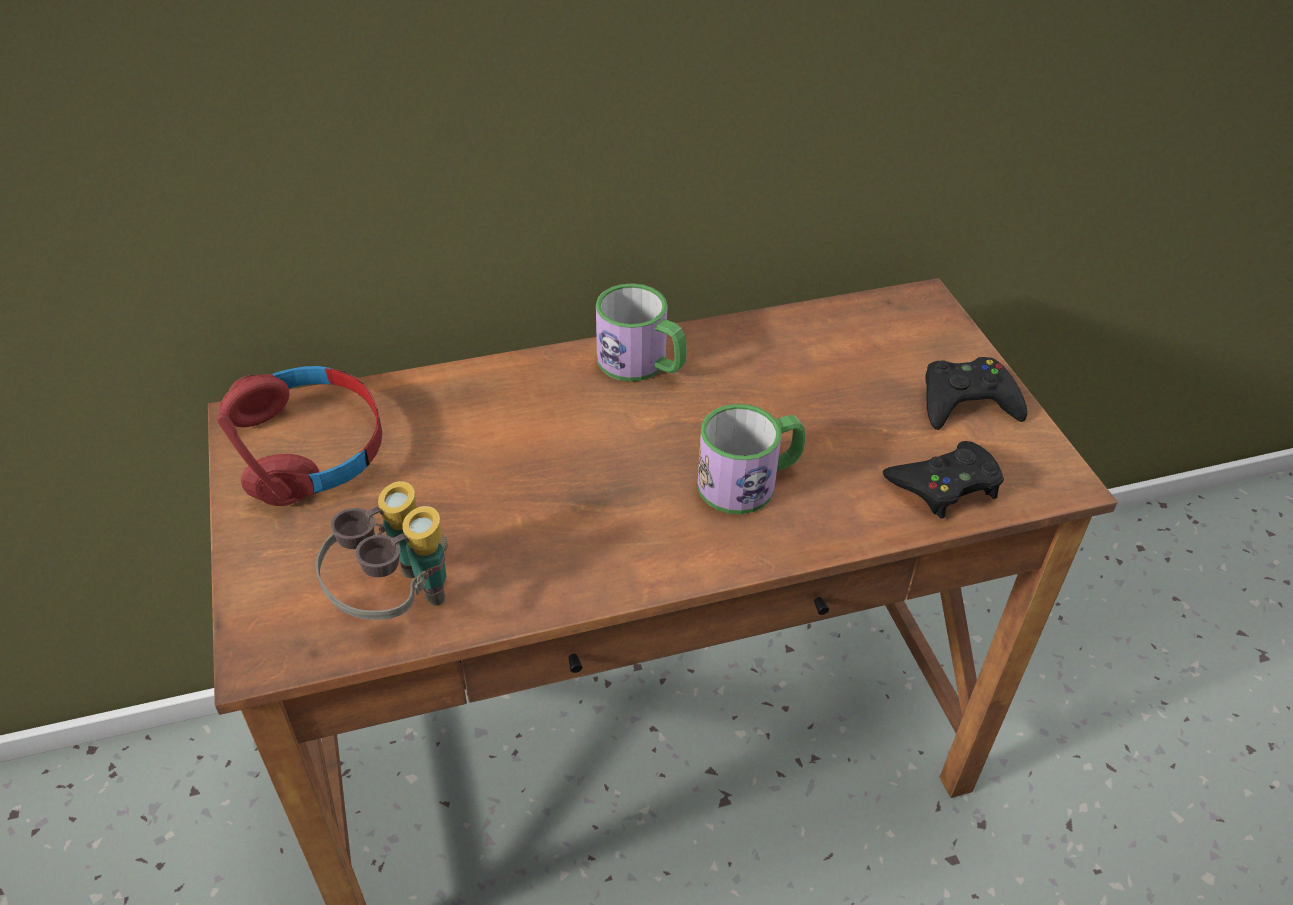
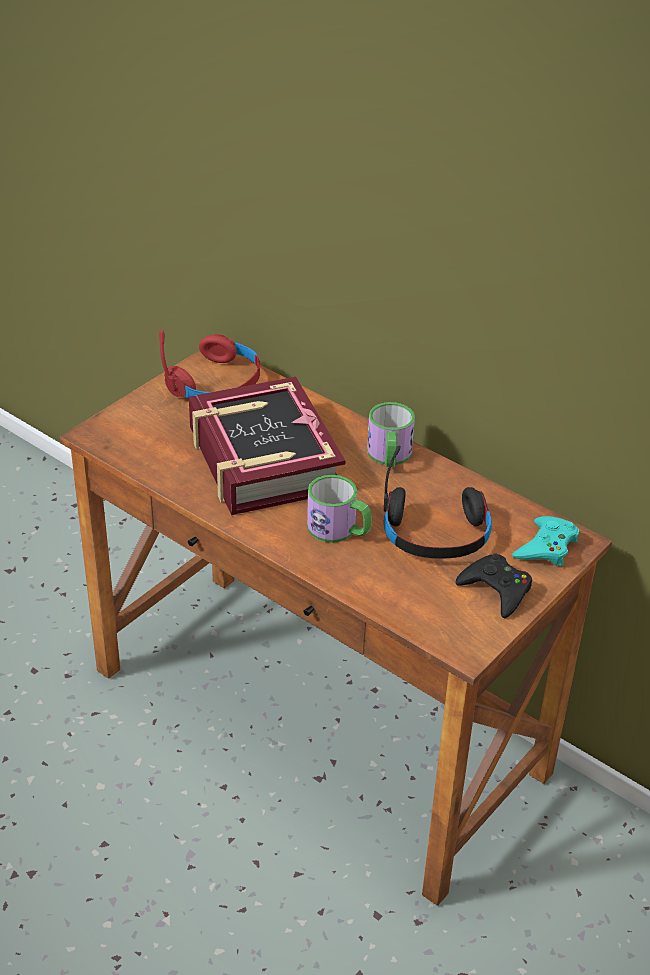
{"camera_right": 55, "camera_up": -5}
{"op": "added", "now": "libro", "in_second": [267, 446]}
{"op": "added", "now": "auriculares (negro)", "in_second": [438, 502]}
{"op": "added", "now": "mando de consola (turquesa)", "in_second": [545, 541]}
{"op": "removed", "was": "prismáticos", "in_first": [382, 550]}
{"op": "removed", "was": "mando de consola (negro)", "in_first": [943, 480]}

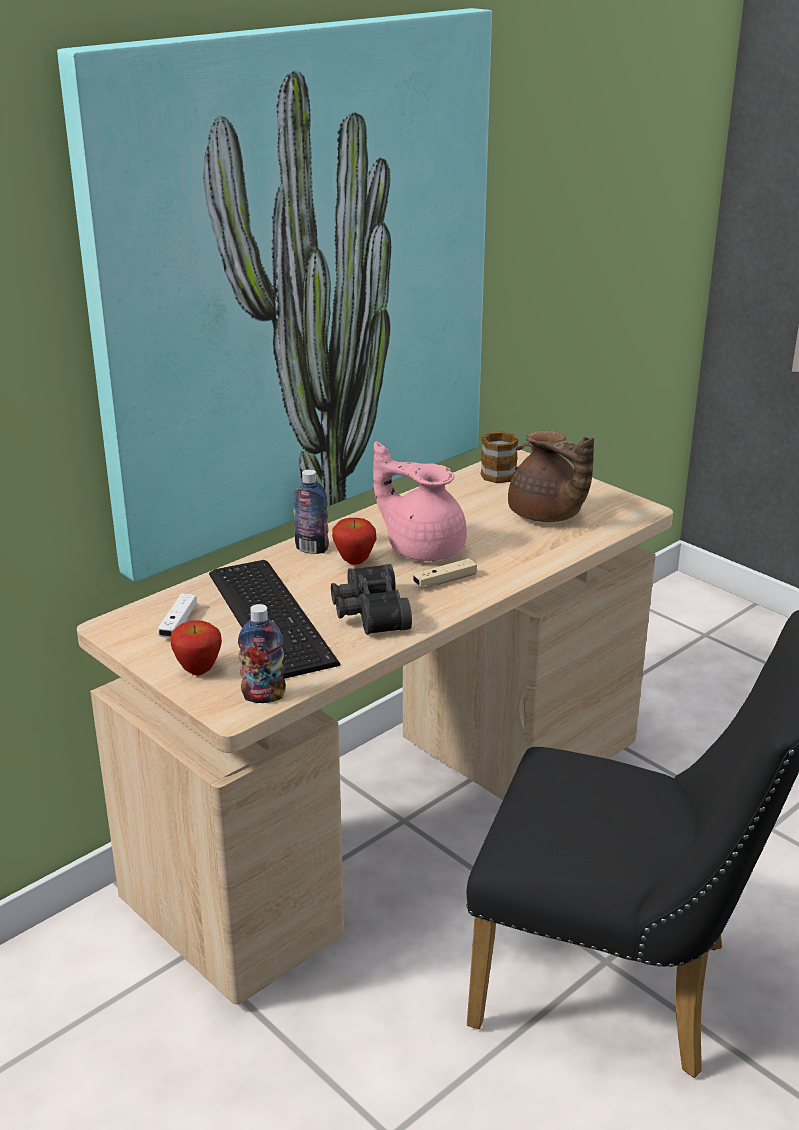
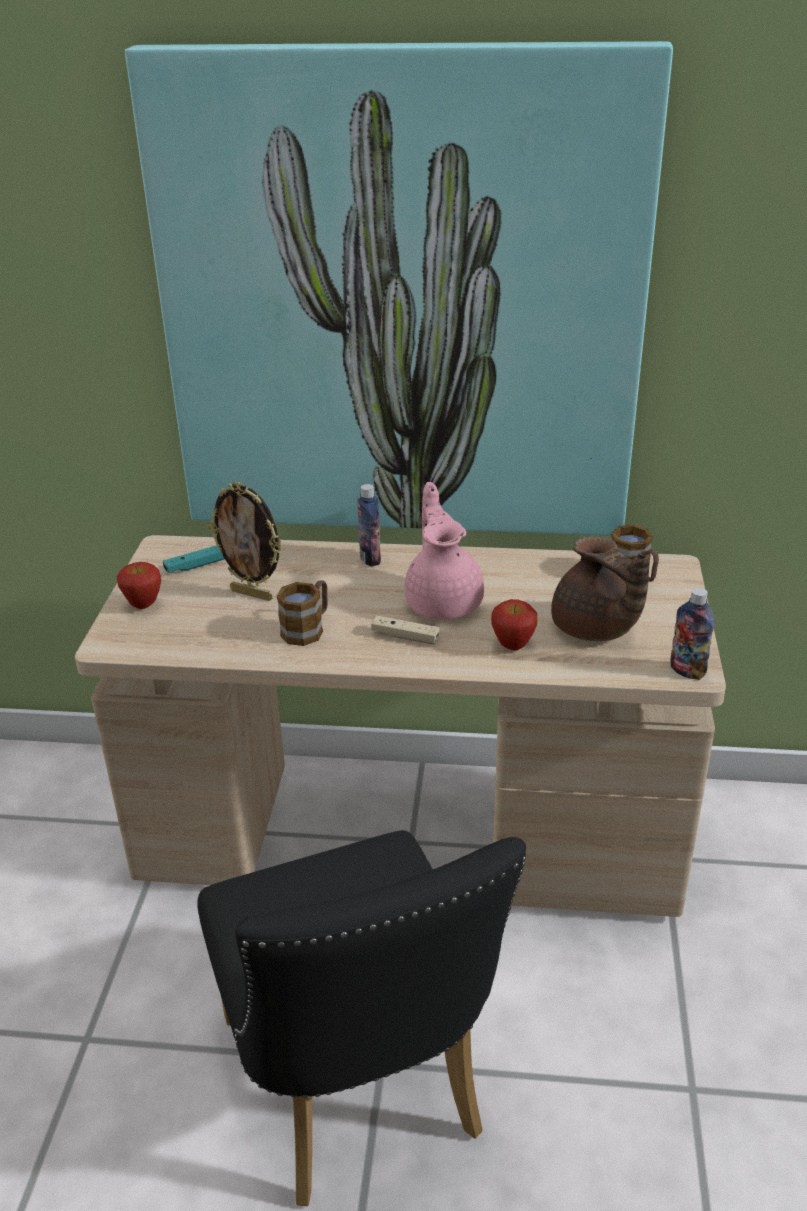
{"camera_right": 50, "camera_up": 5}
{"op": "recoloured", "was": "mando de consola (blanco)", "now": "mando de consola (turquesa)", "in_first": [177, 615], "in_second": [194, 559]}
{"op": "replaced", "was": "teclado", "now": "portarretratos", "in_first": [274, 619], "in_second": [244, 541]}
{"op": "replaced", "was": "prismáticos (negro)", "now": "taza grande", "in_first": [371, 599], "in_second": [302, 613]}
{"op": "moved", "was": "manzana", "in_first": [354, 541], "in_second": [514, 625]}
{"op": "turned", "was": "tetera (marrón)", "in_first": [551, 476], "in_second": [600, 588], "clockwise": -45}
{"op": "moved", "was": "botella", "in_first": [262, 653], "in_second": [692, 633]}

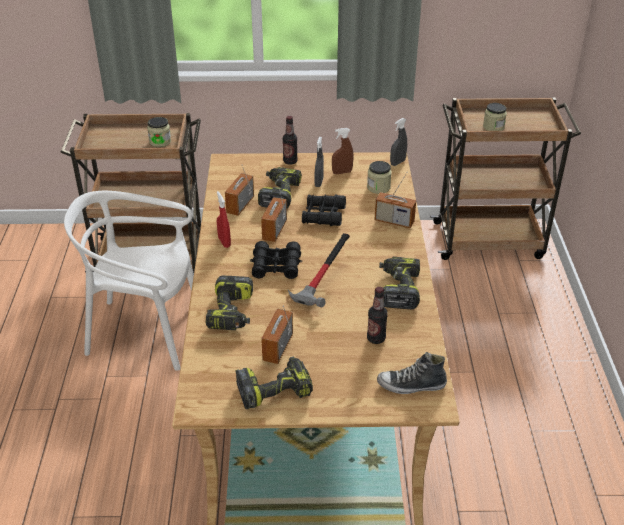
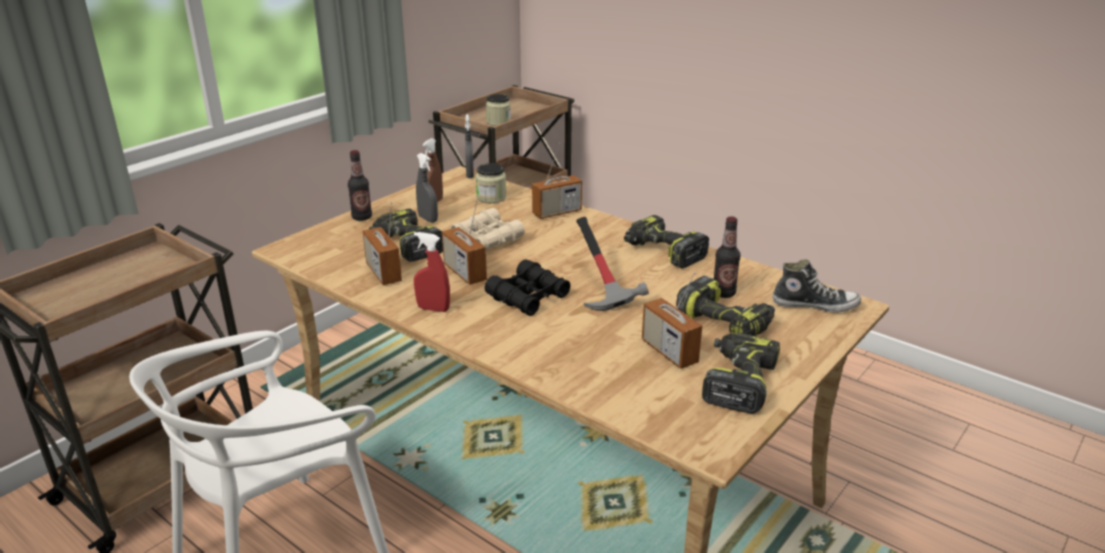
{"camera_right": -50, "camera_up": -10}
{"op": "recoloured", "was": "prismáticos (negro)", "now": "prismáticos (beis)", "in_first": [324, 210], "in_second": [487, 229]}
{"op": "moved", "was": "taladro", "in_first": [229, 303], "in_second": [725, 306]}
{"op": "turned", "was": "zapato", "in_first": [412, 373], "in_second": [817, 286], "clockwise": -120}
{"op": "removed", "was": "tarro", "in_first": [159, 132]}

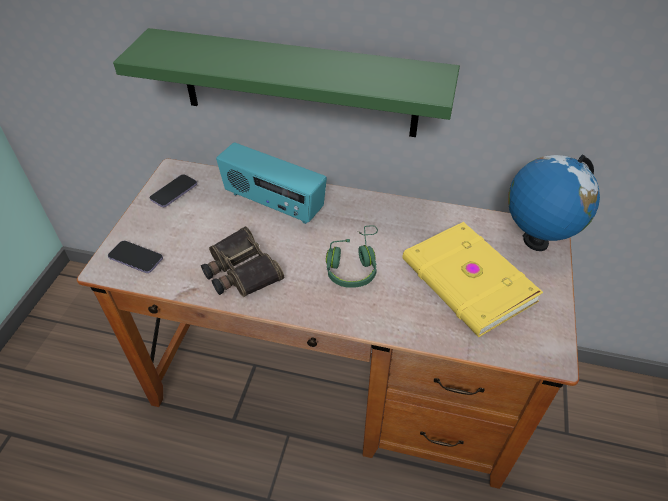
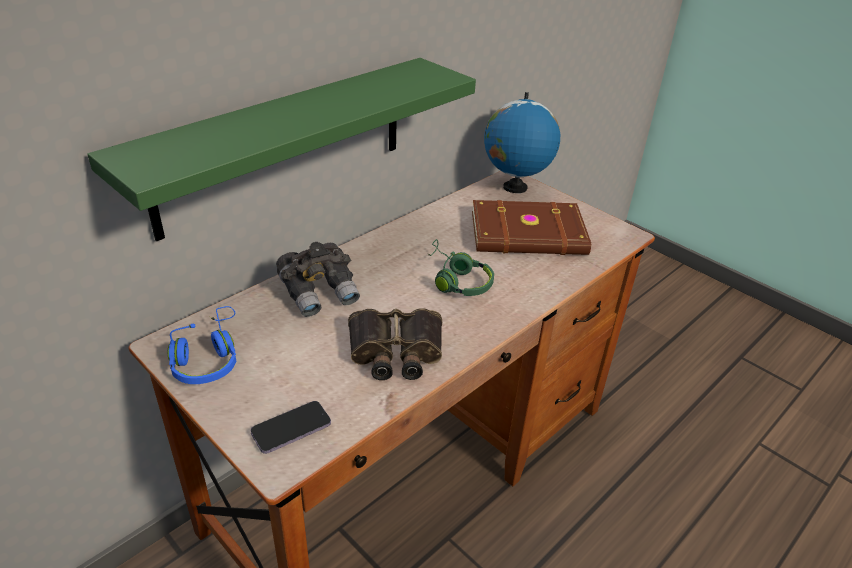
{"camera_right": -60, "camera_up": -10}
{"op": "replaced", "was": "móvil", "now": "auriculares (azul)", "in_first": [173, 190], "in_second": [202, 345]}
{"op": "replaced", "was": "radio", "now": "prismáticos (gris)", "in_first": [271, 183], "in_second": [318, 279]}
{"op": "recoloured", "was": "libro (amarillo)", "now": "libro (marrón)", "in_first": [473, 279], "in_second": [531, 227]}

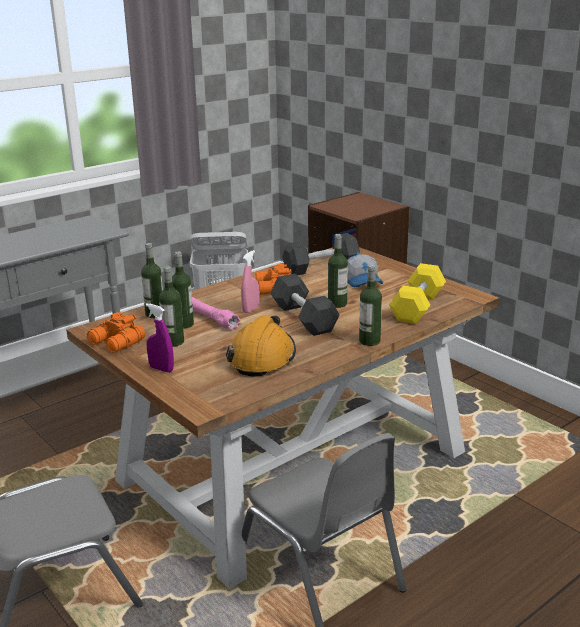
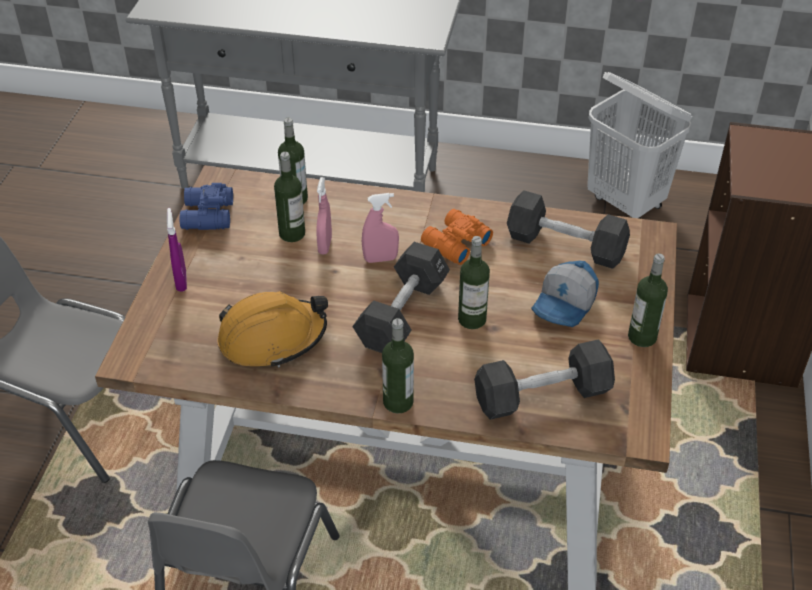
{"camera_right": 50, "camera_up": 20}
{"op": "recoloured", "was": "prismáticos (naranja)", "now": "prismáticos (azul)", "in_first": [116, 332], "in_second": [206, 206]}
{"op": "replaced", "was": "linterna (rosa)", "now": "pulverizador (rosa)", "in_first": [216, 313], "in_second": [324, 216]}
{"op": "recoloured", "was": "mancuerna (amarillo)", "now": "mancuerna (negro)", "in_first": [417, 293], "in_second": [544, 379]}
{"op": "moved", "was": "botella", "in_first": [171, 306], "in_second": [648, 300]}

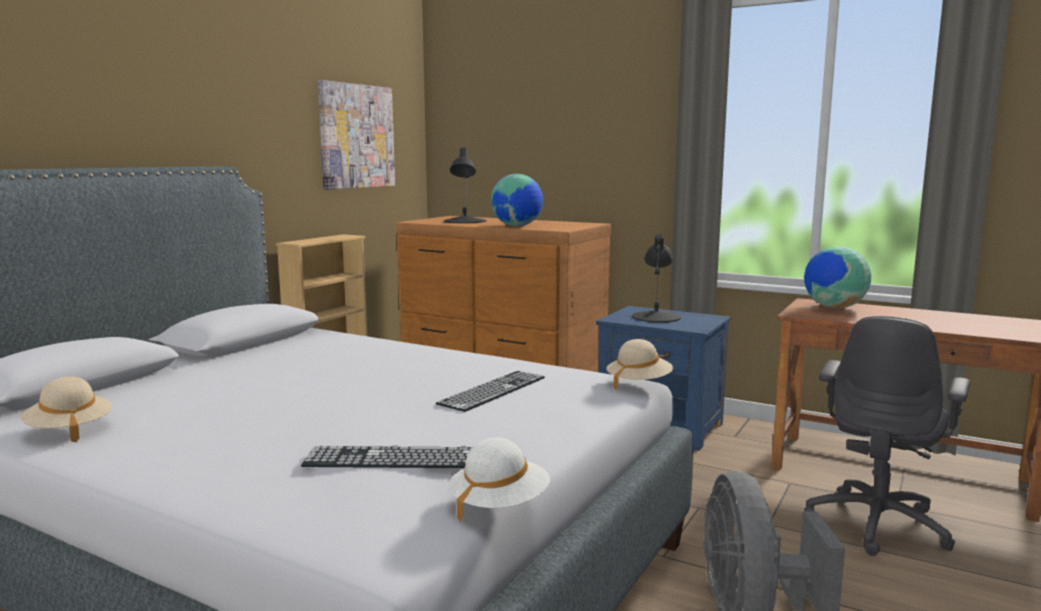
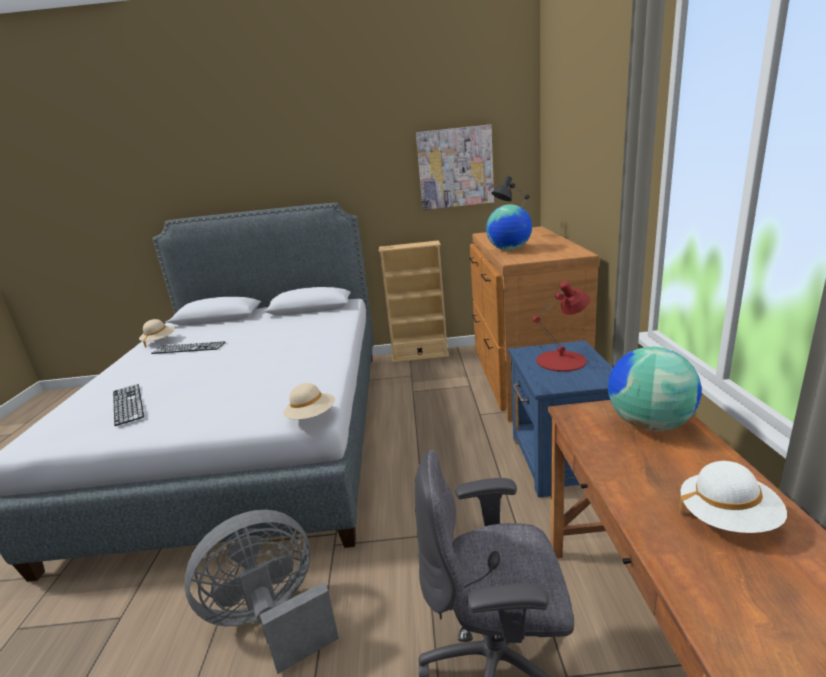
{"camera_right": 60, "camera_up": 10}
{"op": "moved", "was": "teclado", "in_first": [490, 391], "in_second": [188, 348]}
{"op": "recoloured", "was": "lámpara de mesa (negro)", "now": "lámpara de mesa (rojo)", "in_first": [656, 278], "in_second": [561, 326]}
{"op": "moved", "was": "sombrero (blanco)", "in_first": [499, 479], "in_second": [733, 497]}

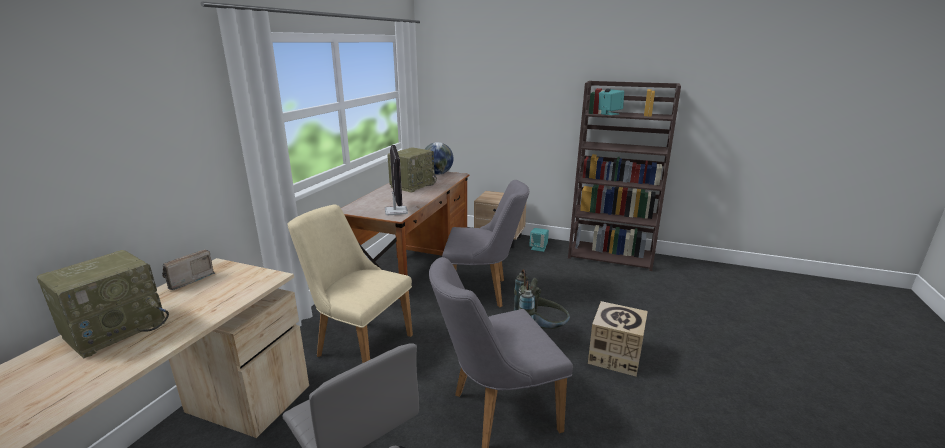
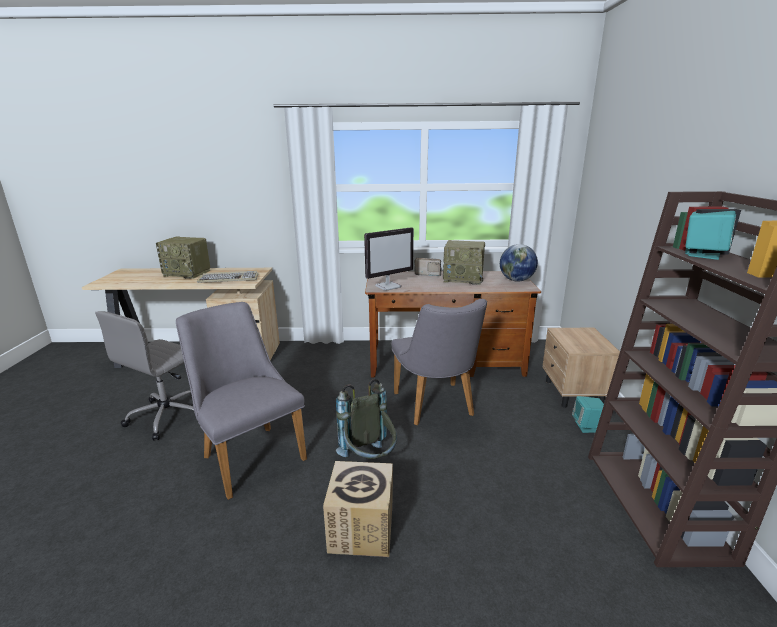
{"camera_right": 70, "camera_up": 0}
{"op": "added", "now": "teclado", "in_second": [227, 277]}
{"op": "moved", "was": "radio", "in_first": [188, 269], "in_second": [427, 267]}
{"op": "removed", "was": "silla (beis)", "in_first": [350, 284]}

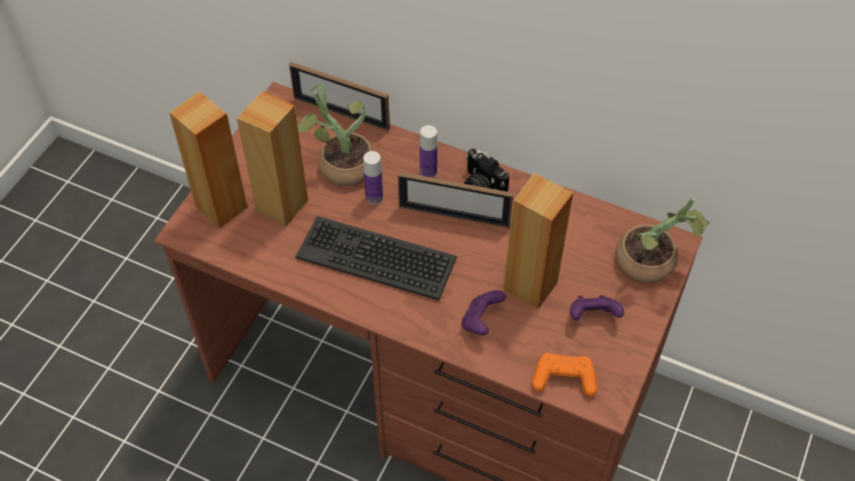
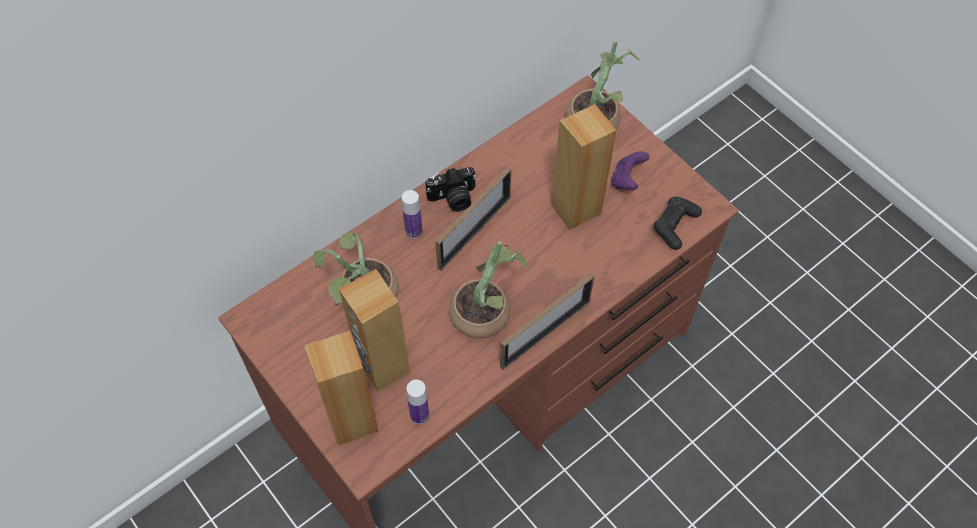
{"camera_right": -65, "camera_up": 5}
{"op": "moved", "was": "botella", "in_first": [373, 177], "in_second": [417, 402]}
{"op": "replaced", "was": "teclado", "now": "planta en maceta", "in_first": [376, 258], "in_second": [488, 289]}
{"op": "moved", "was": "portarretratos", "in_first": [339, 96], "in_second": [547, 321]}
{"op": "recoloured", "was": "mando de consola (naranja)", "now": "mando de consola (negro)", "in_first": [564, 375], "in_second": [677, 223]}
{"op": "removed", "was": "mando de consola (morado)", "in_first": [483, 312]}

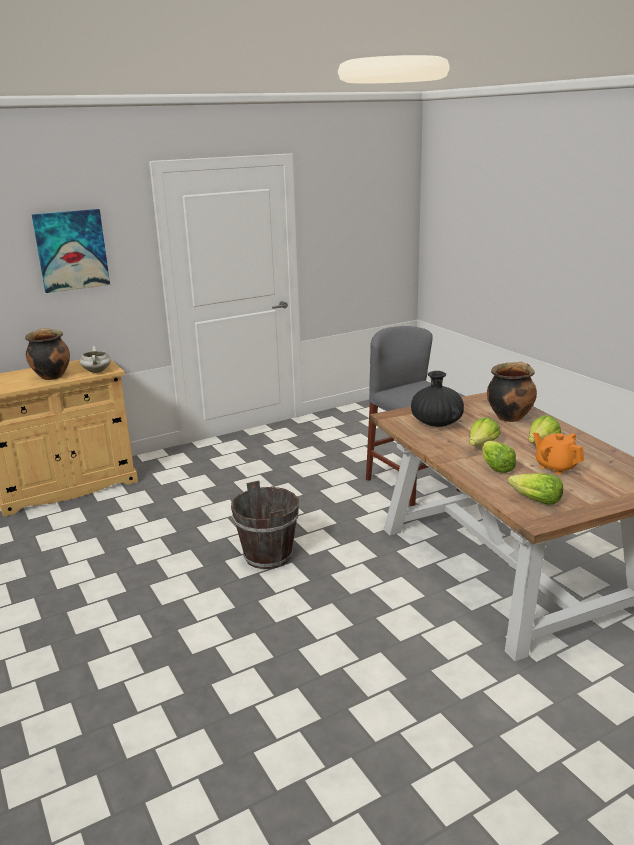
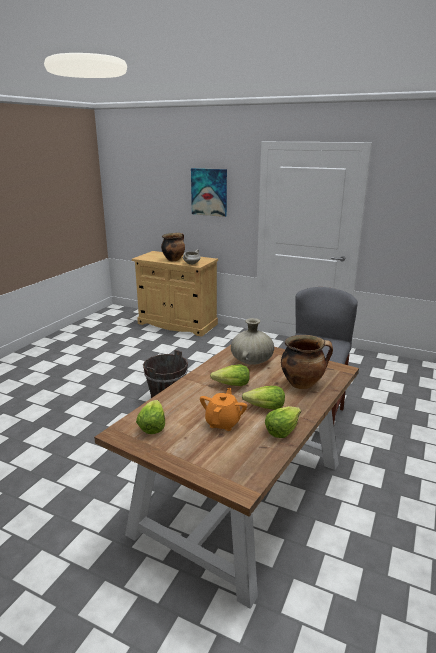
{"camera_right": 55, "camera_up": 0}
{"op": "recoloured", "was": "florero (negro)", "now": "florero (beis)", "in_first": [437, 399], "in_second": [252, 341]}
{"op": "moved", "was": "lechuga", "in_first": [499, 457], "in_second": [283, 422]}

